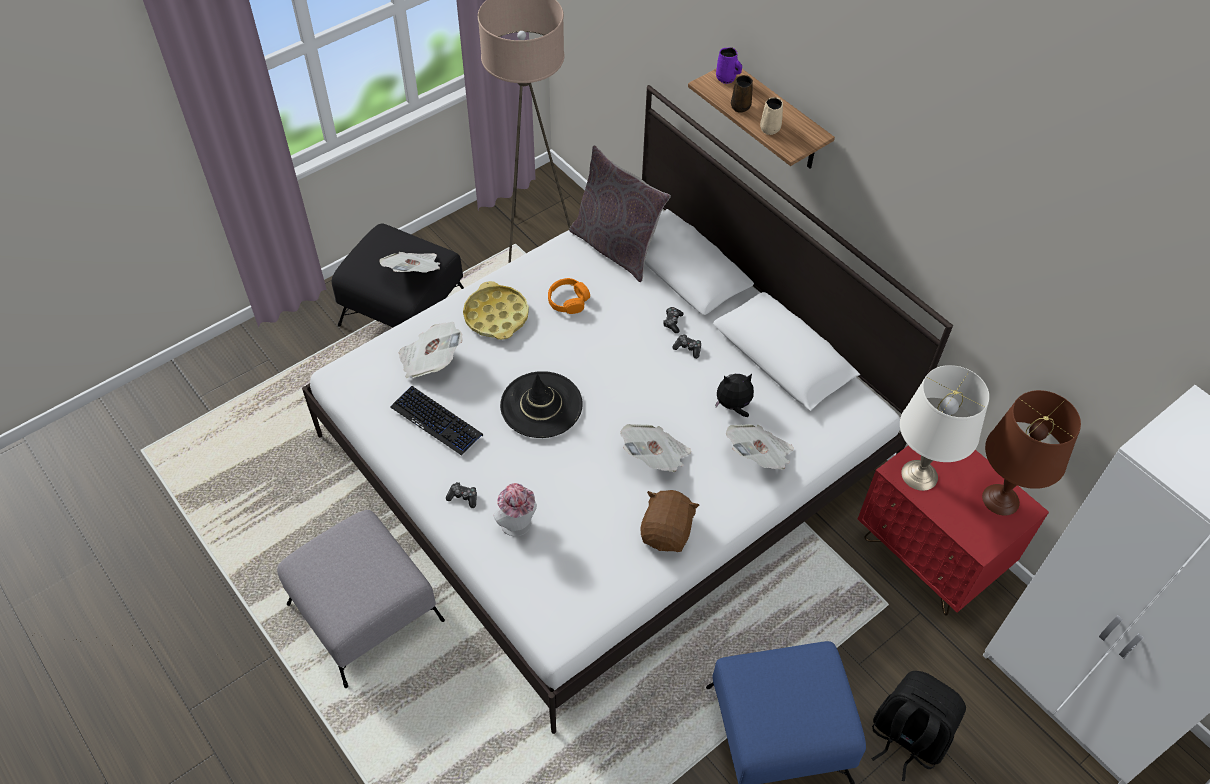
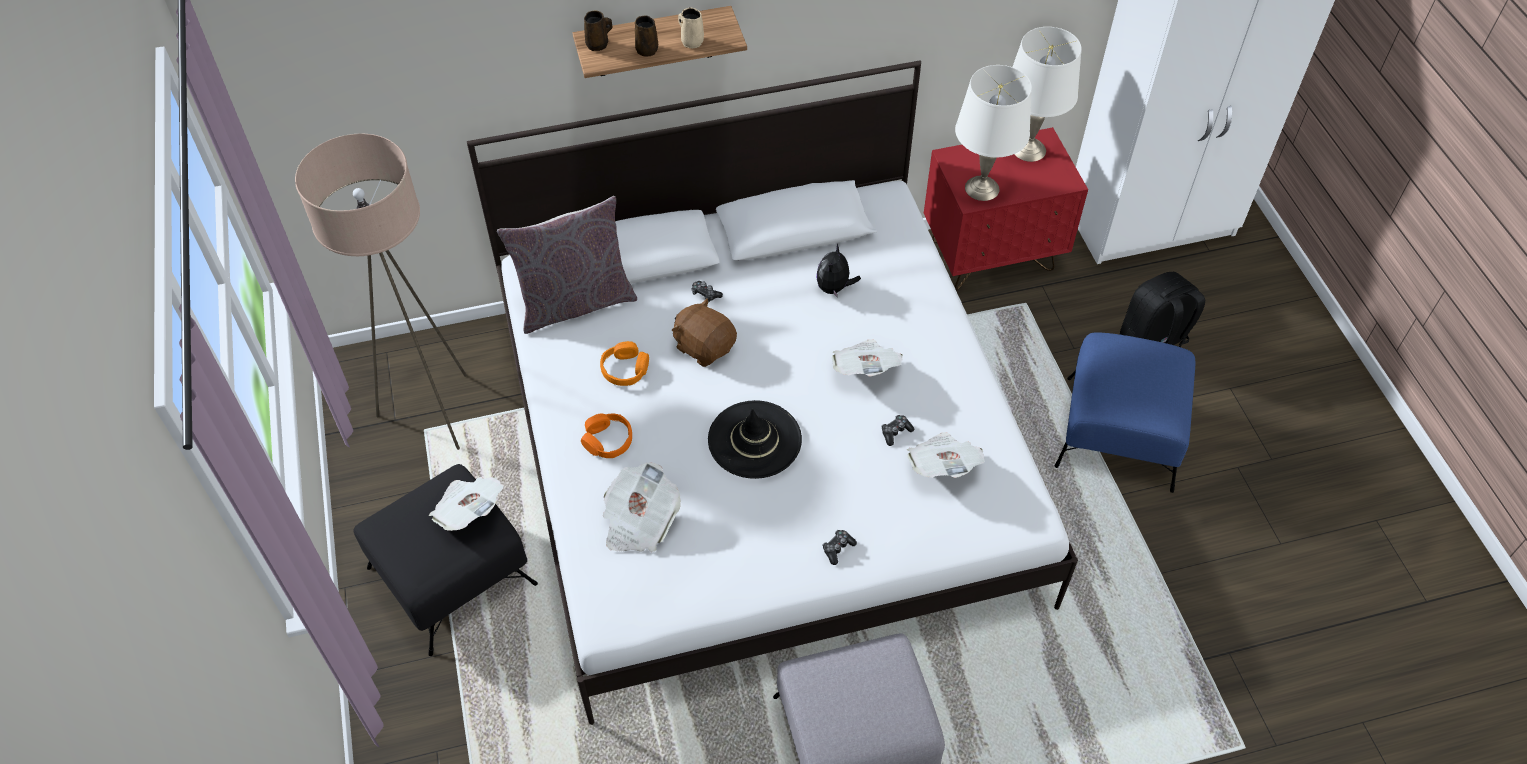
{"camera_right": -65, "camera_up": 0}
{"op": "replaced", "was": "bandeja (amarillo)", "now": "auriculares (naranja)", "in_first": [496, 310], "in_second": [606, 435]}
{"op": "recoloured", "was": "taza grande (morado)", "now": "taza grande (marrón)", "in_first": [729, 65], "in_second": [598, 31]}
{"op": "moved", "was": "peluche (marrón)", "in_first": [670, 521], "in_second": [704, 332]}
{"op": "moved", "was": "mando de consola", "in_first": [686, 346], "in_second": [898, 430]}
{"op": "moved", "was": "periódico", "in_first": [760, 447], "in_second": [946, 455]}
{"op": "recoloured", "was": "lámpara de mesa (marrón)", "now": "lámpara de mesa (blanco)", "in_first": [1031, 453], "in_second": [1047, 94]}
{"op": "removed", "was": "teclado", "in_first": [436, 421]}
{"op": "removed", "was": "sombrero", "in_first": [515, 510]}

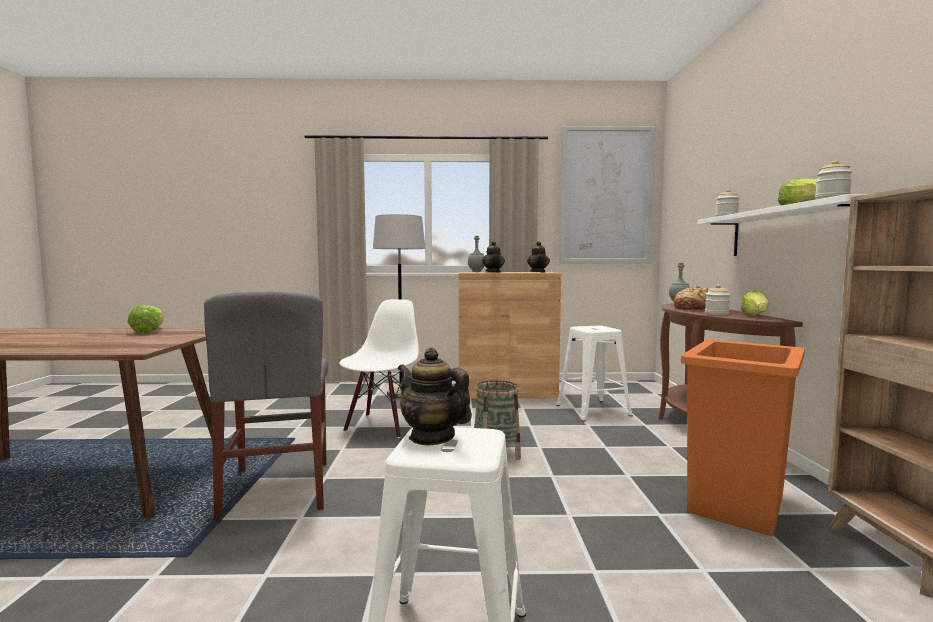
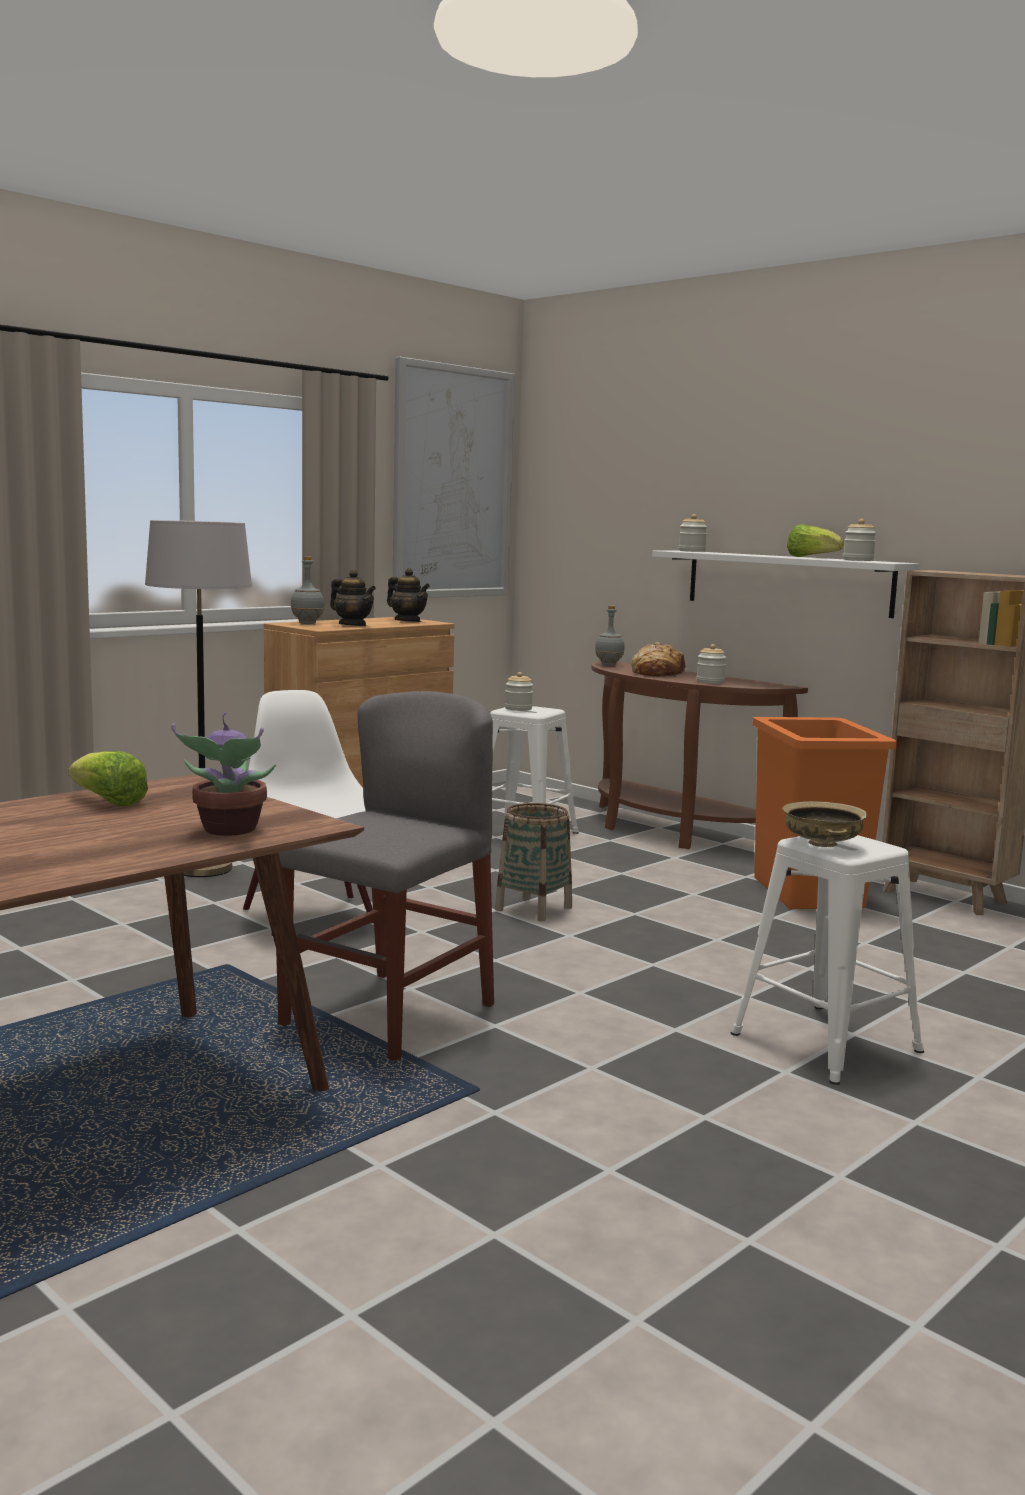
{"camera_right": -45, "camera_up": 5}
{"op": "added", "now": "planta en maceta", "in_second": [223, 774]}
{"op": "turned", "was": "silla (gris)", "in_first": [266, 407], "in_second": [385, 876], "clockwise": -90}
{"op": "added", "now": "tarro", "in_second": [519, 691]}
{"op": "replaced", "was": "tetera", "now": "cuenco (beis)", "in_first": [435, 396], "in_second": [825, 824]}
{"op": "removed", "was": "lechuga", "in_first": [755, 303]}

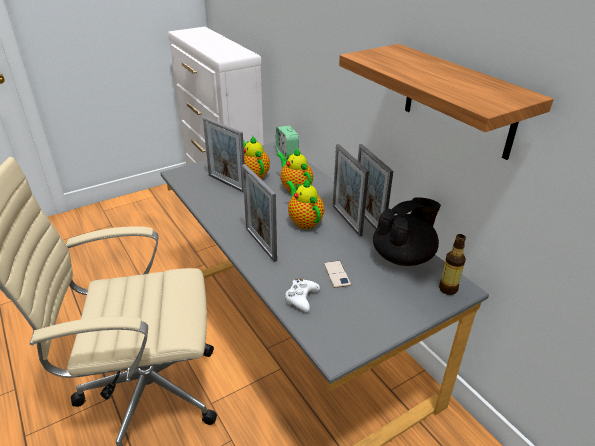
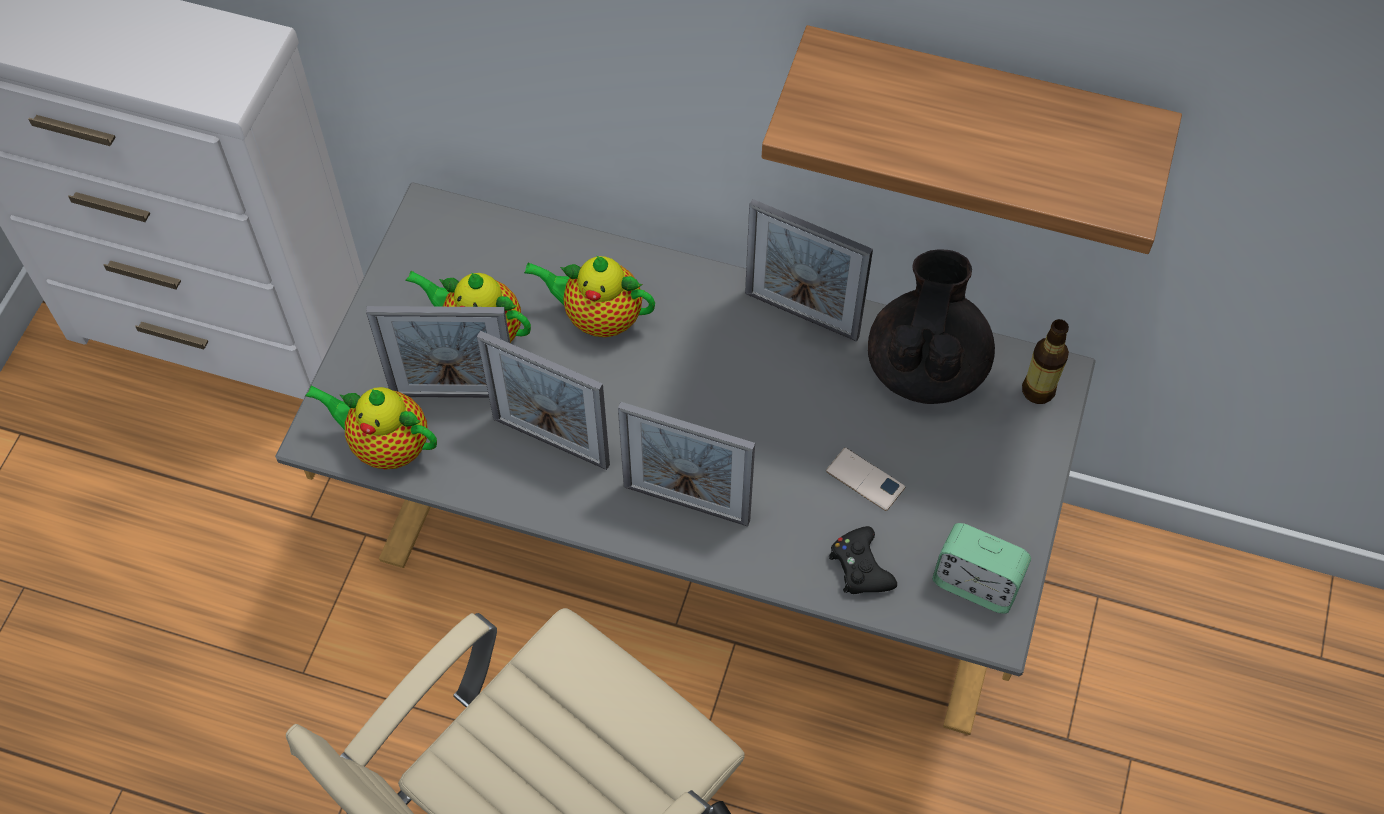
{"camera_right": -40, "camera_up": 25}
{"op": "moved", "was": "tetera", "in_first": [305, 203], "in_second": [371, 427]}
{"op": "moved", "was": "portarretratos", "in_first": [351, 190], "in_second": [543, 400]}
{"op": "recoloured", "was": "mando de consola (blanco)", "now": "mando de consola (negro)", "in_first": [302, 295], "in_second": [863, 560]}
{"op": "moved", "was": "despertador", "in_first": [287, 143], "in_second": [981, 568]}

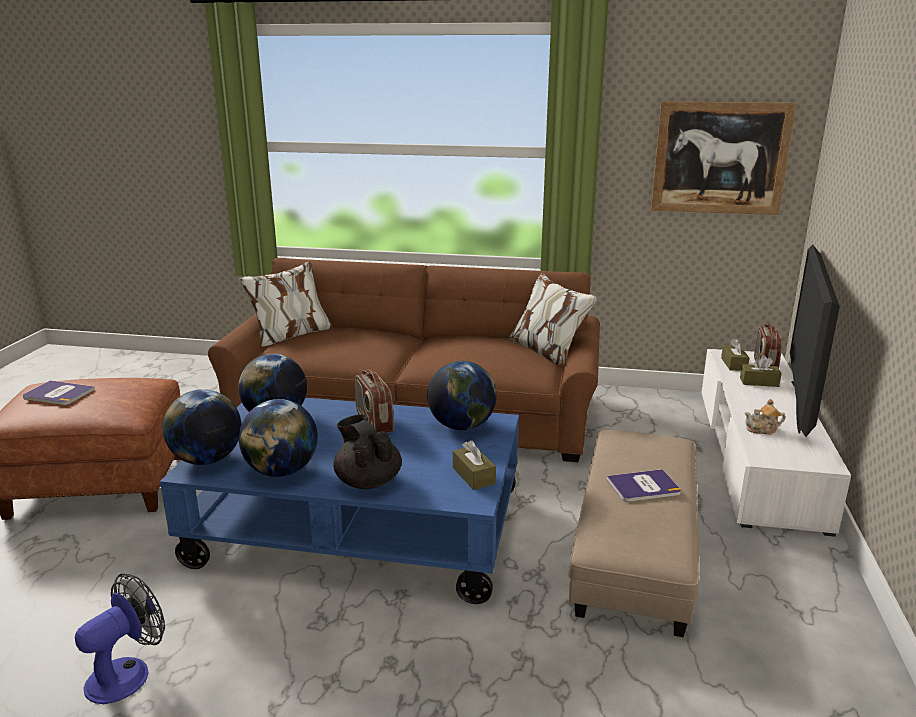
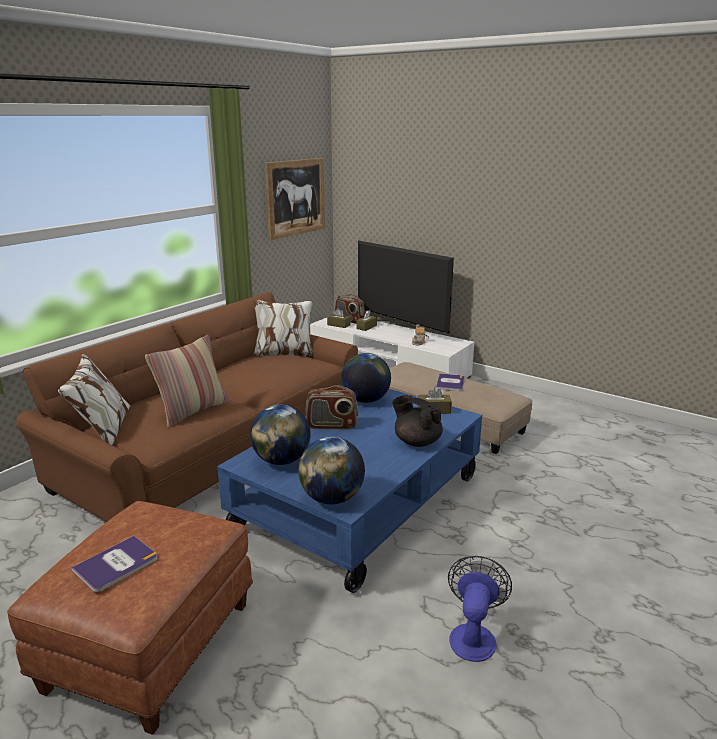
{"camera_right": -65, "camera_up": 0}
{"op": "added", "now": "cojín", "in_second": [187, 381]}
{"op": "turned", "was": "tetera (negro)", "in_first": [367, 452], "in_second": [417, 421], "clockwise": 45}
{"op": "turned", "was": "ventilador", "in_first": [120, 638], "in_second": [480, 609], "clockwise": 45}
{"op": "removed", "was": "globo terráqueo", "in_first": [278, 438]}

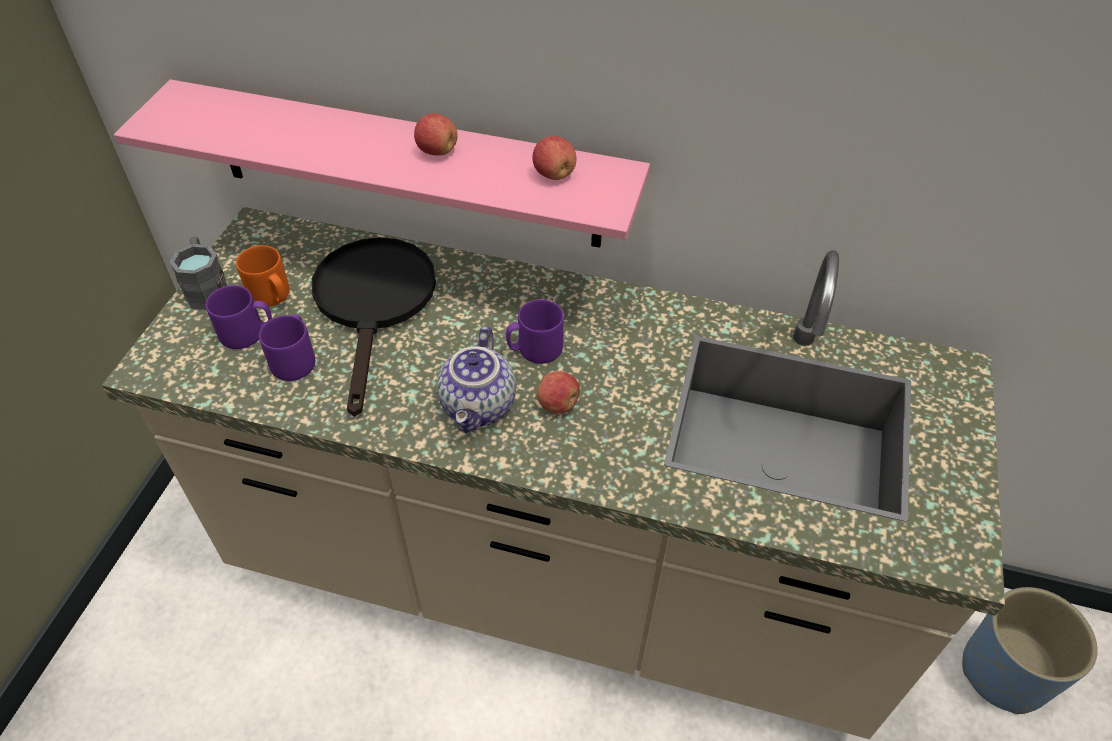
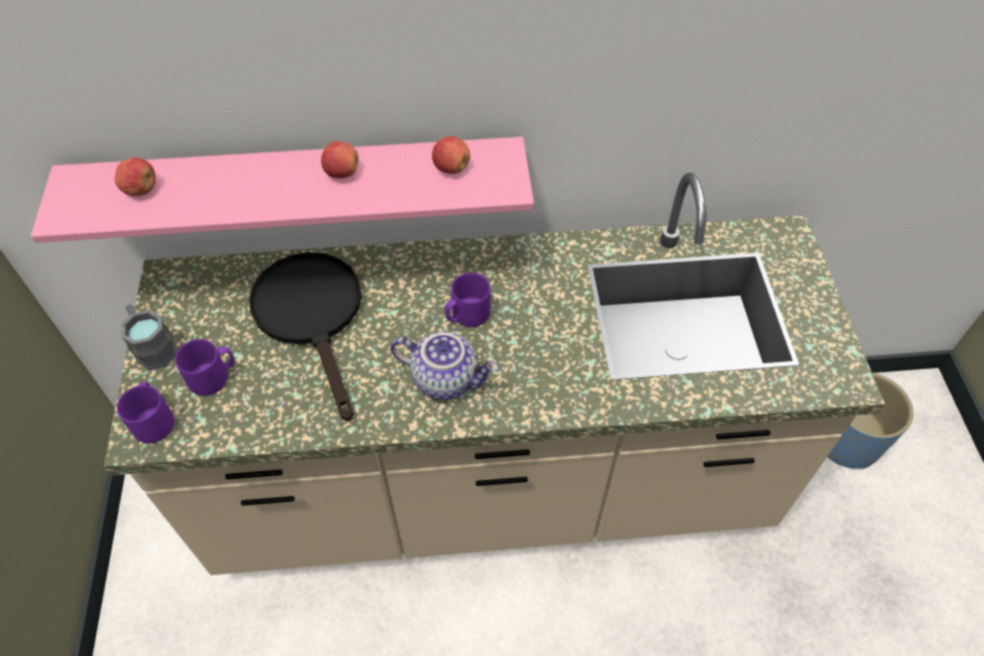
{"camera_right": -20, "camera_up": 5}
{"op": "moved", "was": "manzana", "in_first": [558, 392], "in_second": [135, 177]}
{"op": "moved", "was": "taza grande (morado)", "in_first": [287, 348], "in_second": [145, 412]}
{"op": "turned", "was": "tetera", "in_first": [476, 379], "in_second": [444, 366], "clockwise": -60}
{"op": "removed", "was": "taza grande (naranja)", "in_first": [263, 276]}

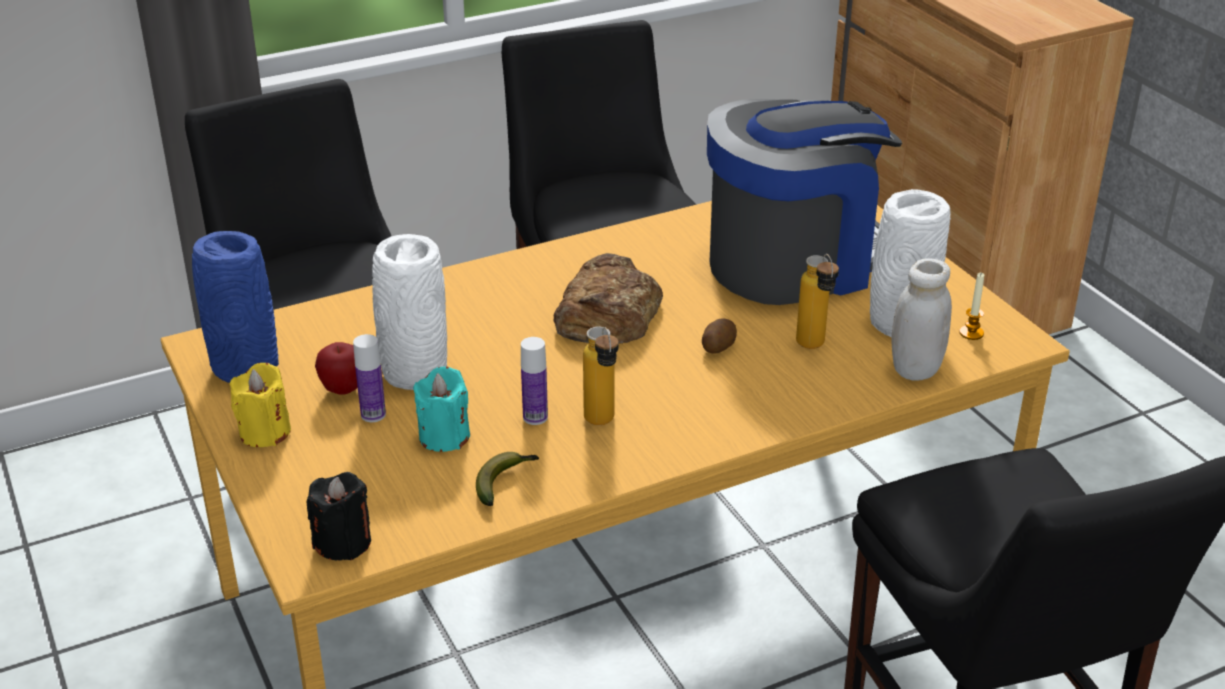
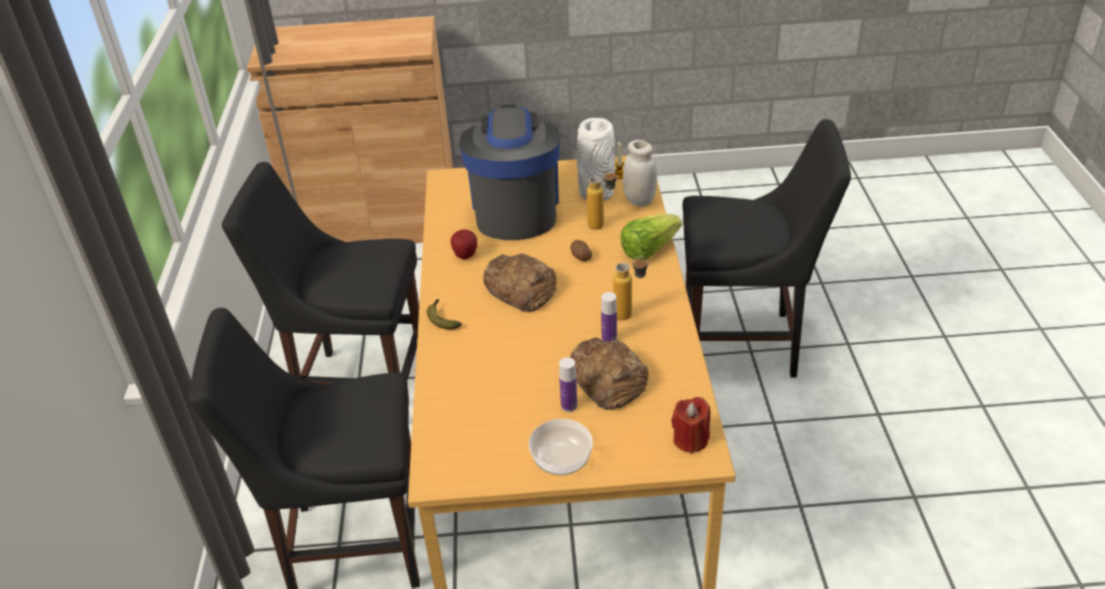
{"camera_right": -65, "camera_up": 5}
{"op": "moved", "was": "plátano", "in_first": [507, 479], "in_second": [444, 314]}
{"op": "moved", "was": "manzana", "in_first": [336, 368], "in_second": [463, 244]}
{"op": "replaced", "was": "vela (amarillo)", "now": "cuenco", "in_first": [260, 405], "in_second": [561, 447]}
{"op": "replaced", "was": "vela (turquesa)", "now": "pan", "in_first": [441, 409], "in_second": [609, 373]}
{"op": "added", "now": "lechuga", "in_second": [651, 237]}
{"op": "recoloured", "was": "vela (negro)", "now": "vela (rojo)", "in_first": [339, 516], "in_second": [690, 425]}
{"op": "removed", "was": "florero (azul)", "in_first": [235, 307]}
{"op": "removed", "was": "florero (blanco)", "in_first": [409, 312]}

